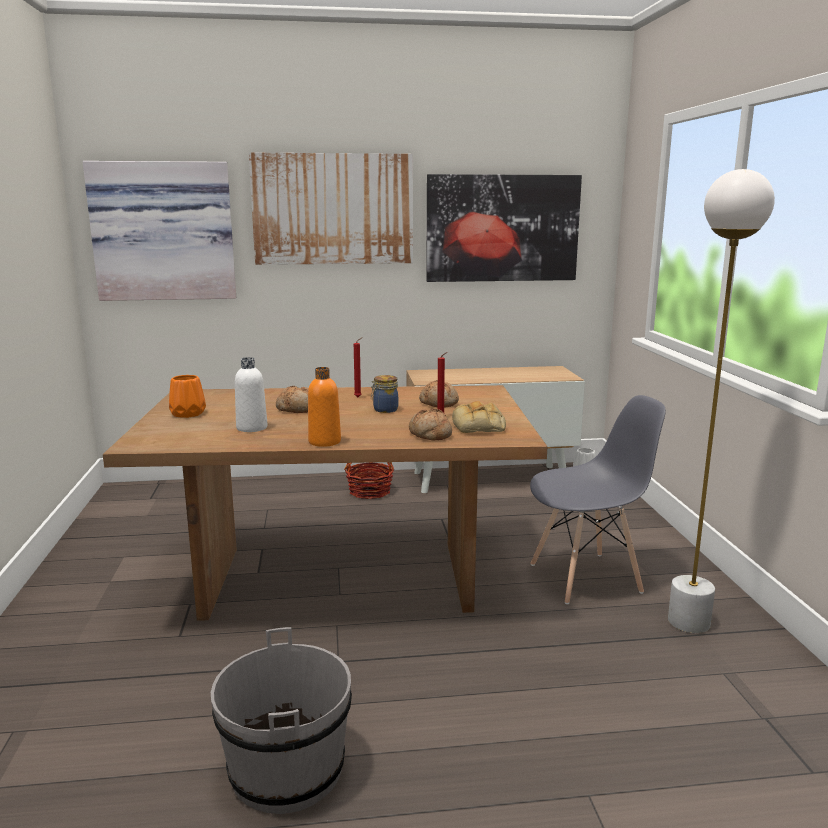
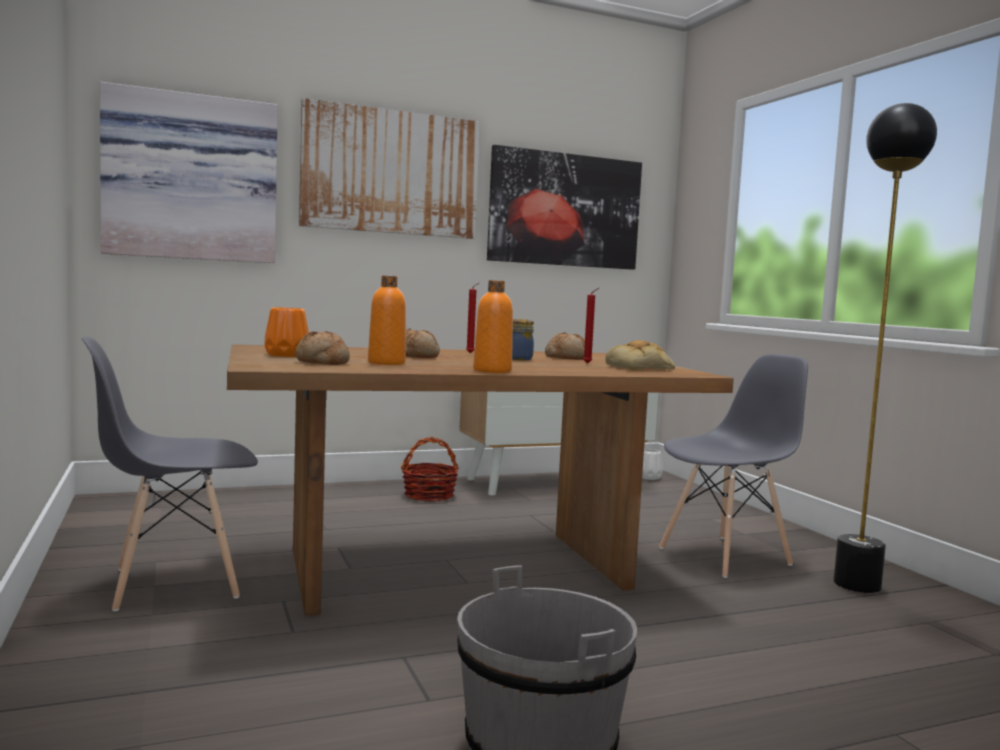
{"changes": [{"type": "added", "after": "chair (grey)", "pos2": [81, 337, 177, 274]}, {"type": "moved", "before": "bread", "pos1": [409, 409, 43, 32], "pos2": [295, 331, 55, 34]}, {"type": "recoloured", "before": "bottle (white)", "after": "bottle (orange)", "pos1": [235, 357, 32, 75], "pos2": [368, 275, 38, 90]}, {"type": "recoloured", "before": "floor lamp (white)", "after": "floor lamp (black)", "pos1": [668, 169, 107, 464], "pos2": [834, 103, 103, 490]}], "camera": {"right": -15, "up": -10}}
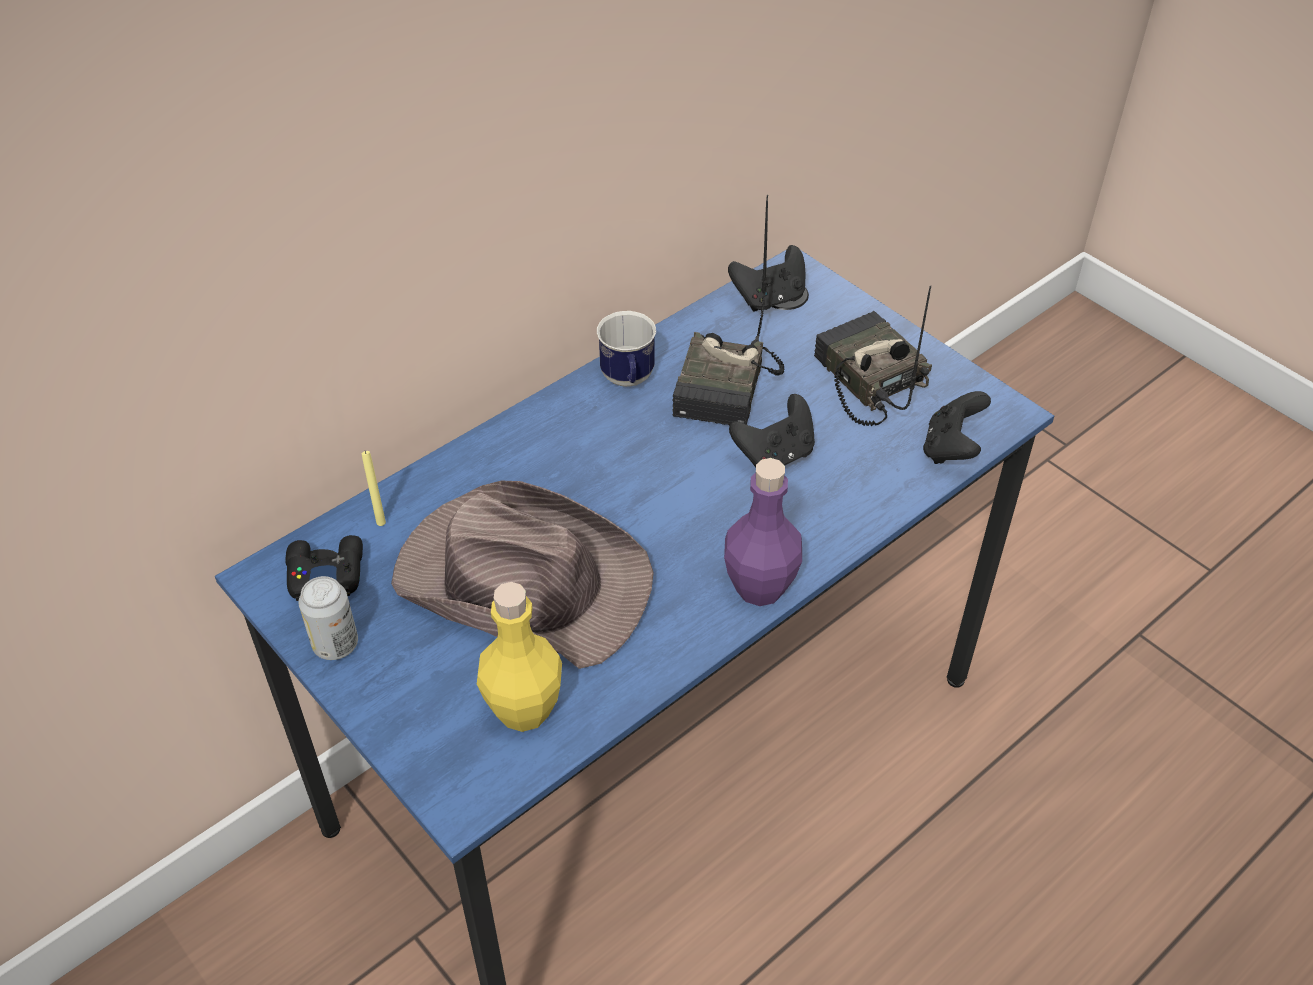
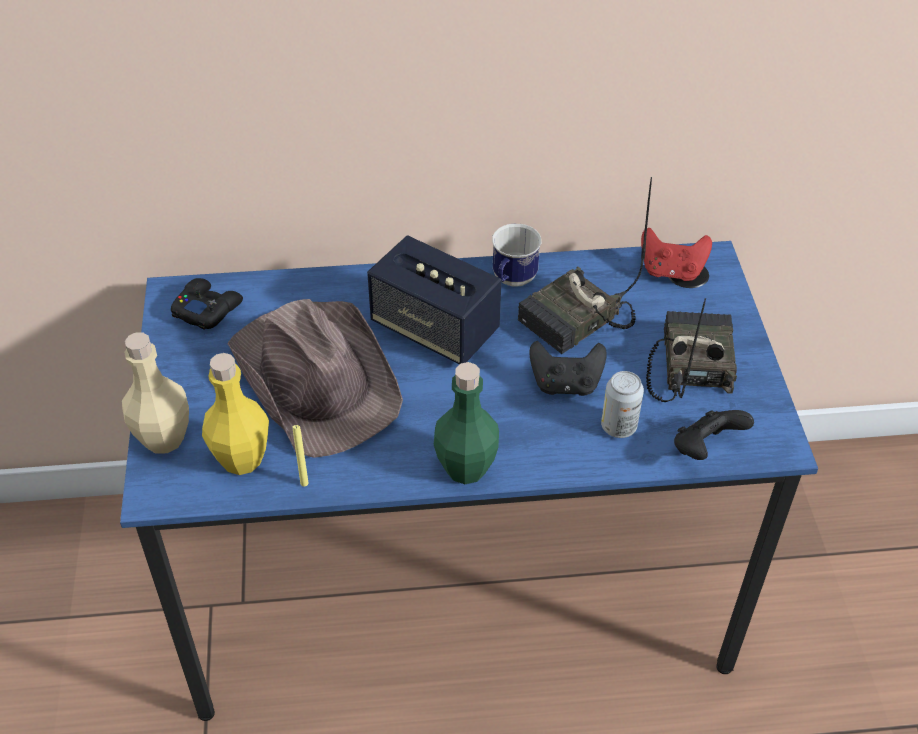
{"changes": [{"type": "added", "after": "bottle (beige)", "pos2": [122, 332, 67, 121]}, {"type": "moved", "before": "candle (yellow)", "pos1": [362, 451, 24, 75], "pos2": [293, 425, 16, 62]}, {"type": "added", "after": "speaker", "pos2": [367, 235, 134, 130]}, {"type": "recoloured", "before": "bottle (purple)", "after": "bottle (green)", "pos1": [724, 458, 78, 148], "pos2": [434, 362, 65, 122]}, {"type": "moved", "before": "can", "pos1": [299, 576, 59, 84], "pos2": [601, 371, 43, 67]}, {"type": "recoloured", "before": "game controller (black)", "after": "game controller (red)", "pos1": [728, 245, 77, 66], "pos2": [641, 228, 71, 53]}], "camera": {"right": 35, "up": 0}}
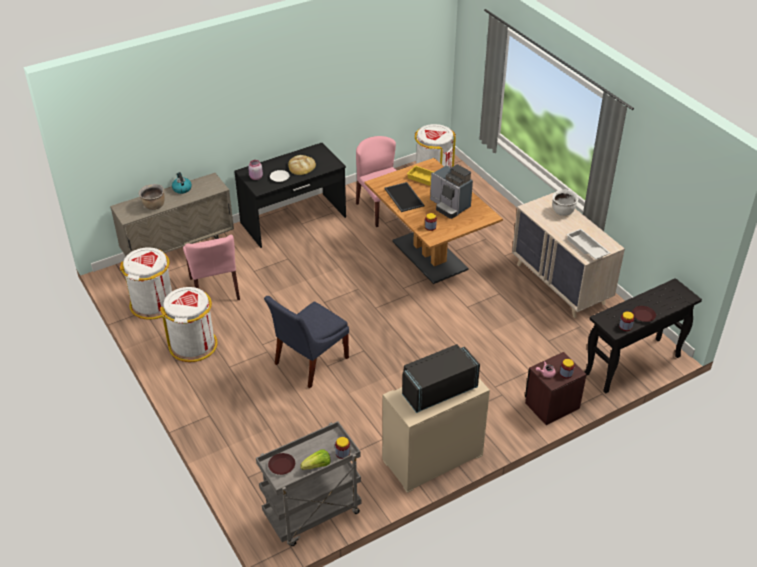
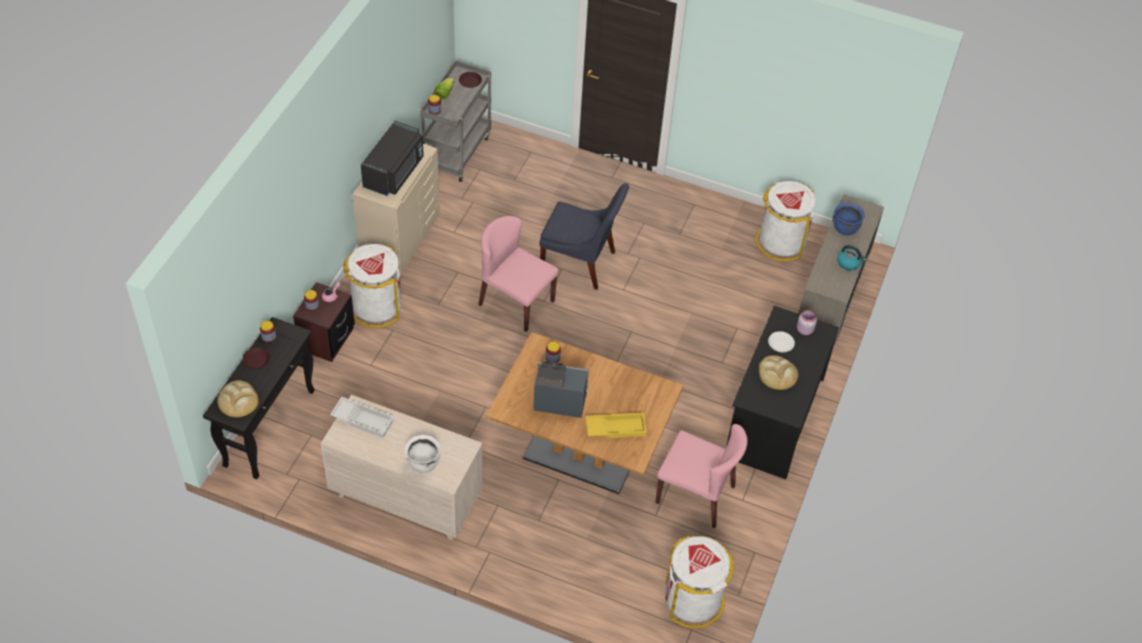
{"changes": [{"type": "added", "after": "bread", "pos2": [217, 380, 42, 37]}, {"type": "moved", "before": "trash can (white)", "pos1": [160, 287, 58, 75], "pos2": [343, 244, 59, 84]}, {"type": "moved", "before": "chair (pink)", "pos1": [183, 235, 57, 65], "pos2": [478, 216, 81, 116]}, {"type": "turned", "before": "chair (blue)", "pos1": [264, 296, 85, 92], "pos2": [540, 183, 89, 107], "turn": 105}, {"type": "recoloured", "before": "cooking pot (brown)", "after": "cooking pot (blue)", "pos1": [139, 184, 26, 26], "pos2": [833, 202, 32, 33]}, {"type": "removed", "before": "tray", "pos1": [384, 182, 40, 30]}], "camera": {"right": 140, "up": 10}}
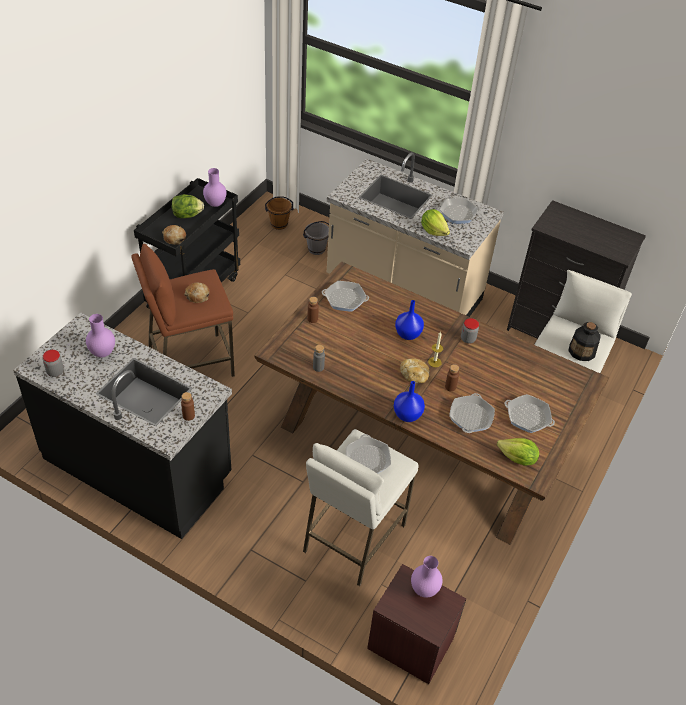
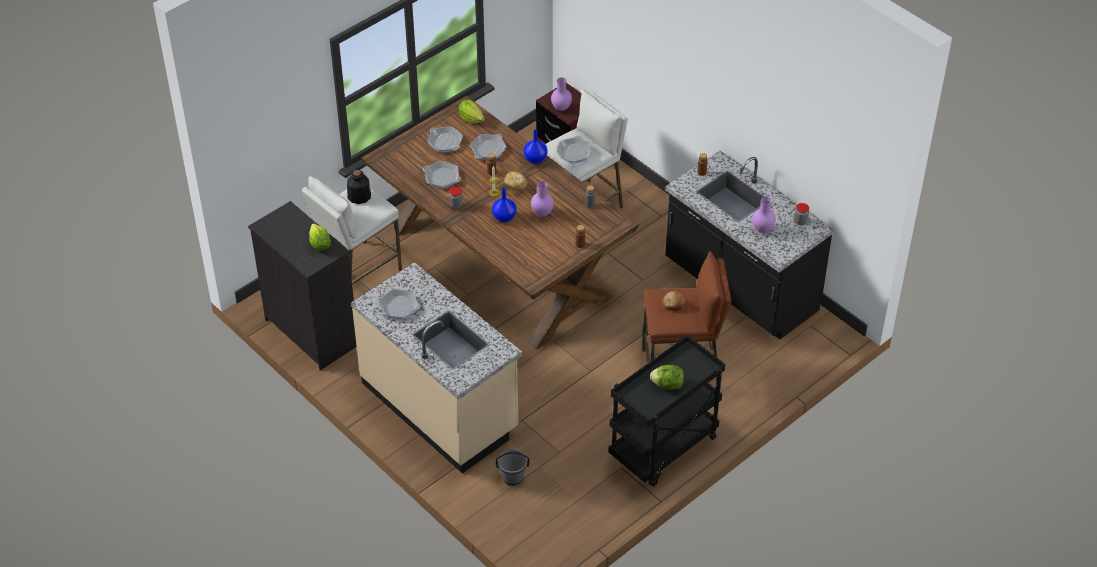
{"changes": [{"type": "moved", "before": "lettuce", "pos1": [421, 209, 29, 27], "pos2": [309, 224, 22, 27]}, {"type": "moved", "before": "frying pan", "pos1": [322, 281, 47, 31], "pos2": [423, 161, 38, 28]}, {"type": "moved", "before": "vase (purple)", "pos1": [203, 168, 23, 39], "pos2": [531, 181, 23, 36]}, {"type": "removed", "before": "bread", "pos1": [162, 225, 24, 20]}, {"type": "removed", "before": "bucket (brown)", "pos1": [265, 196, 28, 34]}], "camera": {"right": -160, "up": 0}}
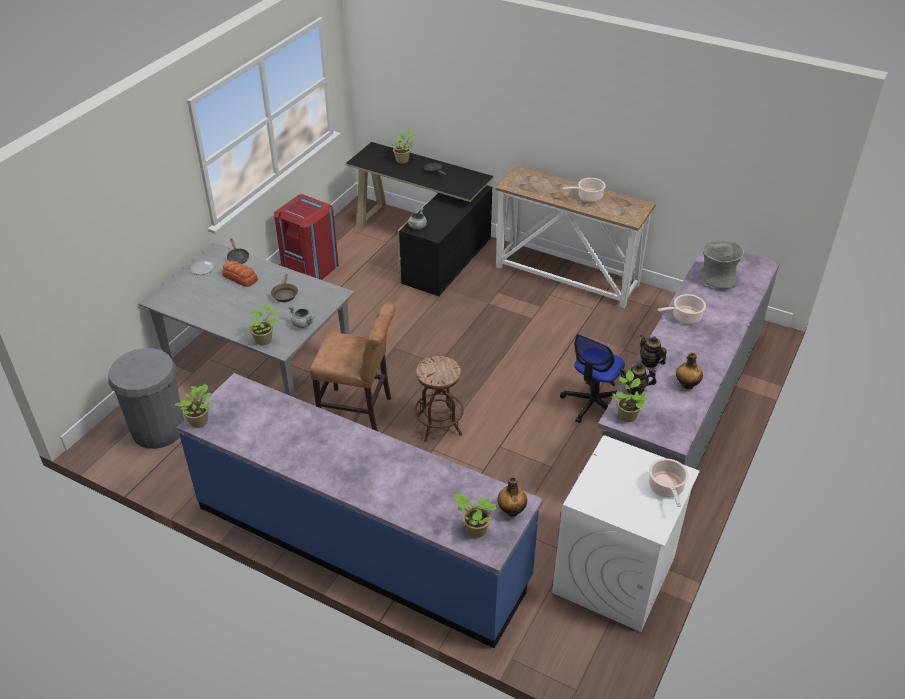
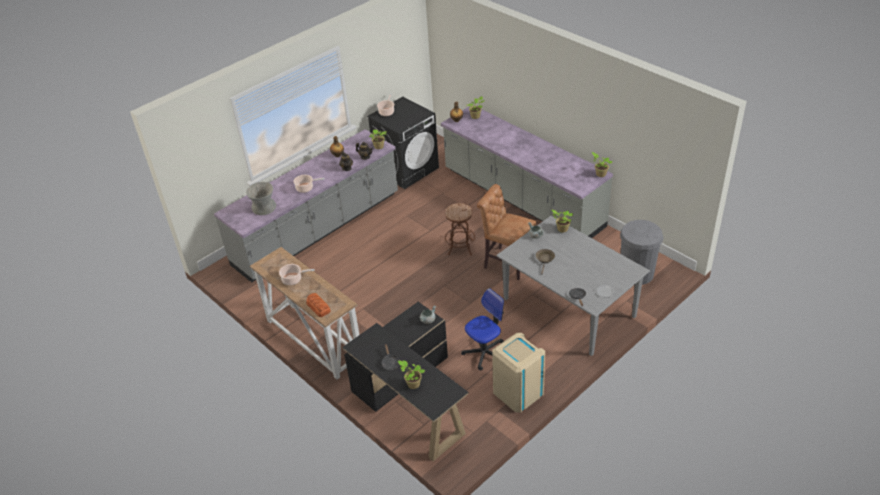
{"changes": [{"type": "moved", "before": "bread", "pos1": [222, 261, 36, 26], "pos2": [307, 293, 24, 24]}, {"type": "recoloured", "before": "washing machine (white)", "after": "washing machine (black)", "pos1": [552, 435, 148, 197], "pos2": [367, 97, 72, 92]}, {"type": "recoloured", "before": "counter (blue)", "after": "counter (grey)", "pos1": [177, 373, 366, 276], "pos2": [441, 105, 172, 133]}, {"type": "moved", "before": "office chair", "pos1": [560, 334, 65, 90], "pos2": [461, 288, 43, 83]}, {"type": "recoloured", "before": "trash can (red)", "after": "trash can (beige)", "pos1": [274, 194, 65, 86], "pos2": [492, 333, 53, 79]}], "camera": {"right": -160, "up": 0}}
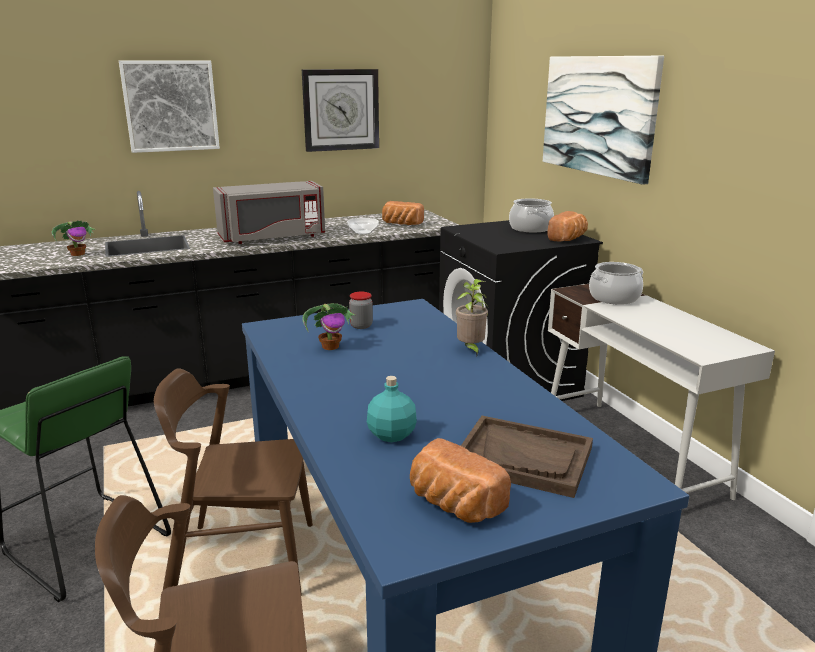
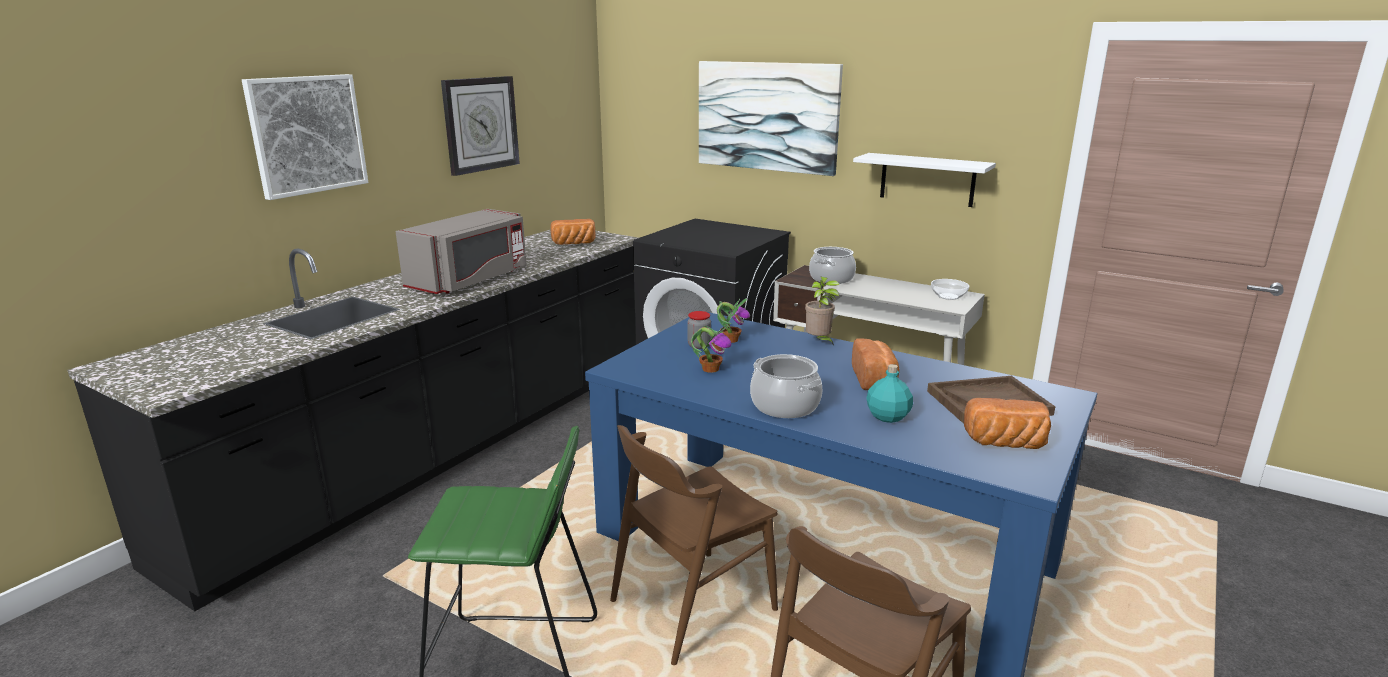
{"changes": [{"type": "moved", "before": "potted plant", "pos1": [51, 221, 44, 35], "pos2": [717, 299, 33, 44]}, {"type": "moved", "before": "cooking pot", "pos1": [509, 198, 45, 35], "pos2": [750, 354, 72, 64]}, {"type": "moved", "before": "bread", "pos1": [548, 211, 40, 31], "pos2": [852, 339, 48, 51]}, {"type": "added", "after": "shelf (white)", "pos2": [853, 153, 143, 54]}, {"type": "moved", "before": "bowl", "pos1": [347, 218, 32, 16], "pos2": [931, 279, 38, 21]}], "camera": {"right": -35, "up": 0}}
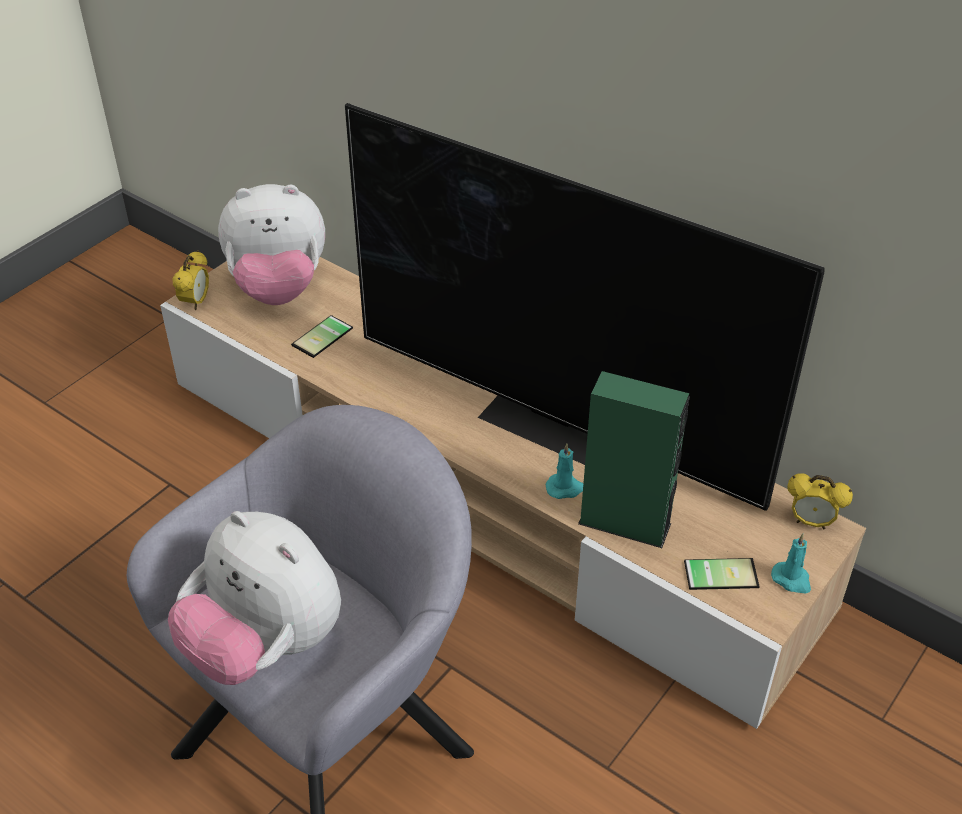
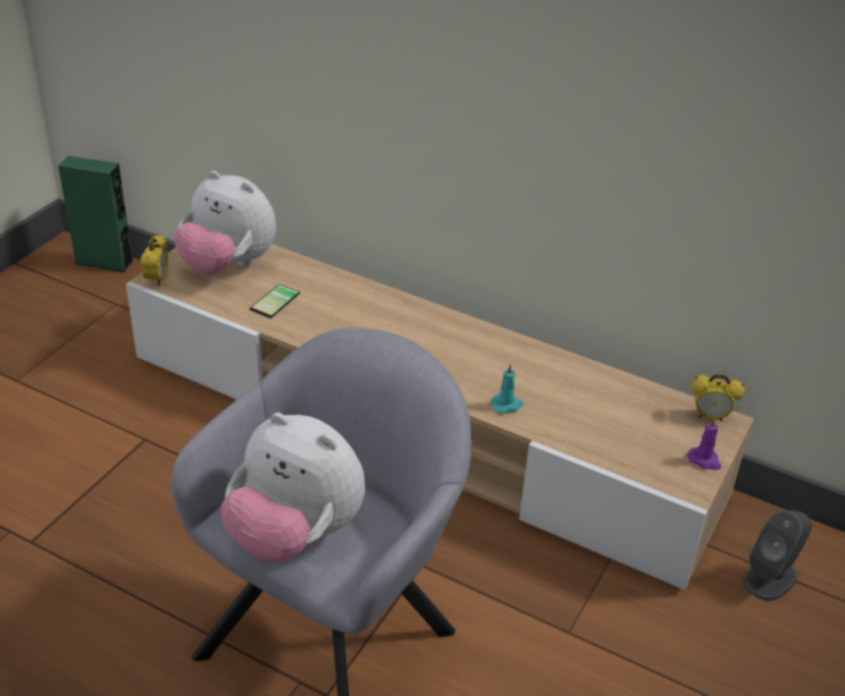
{"changes": [{"type": "moved", "before": "speaker (green)", "pos1": [578, 371, 112, 177], "pos2": [58, 156, 76, 117]}, {"type": "turned", "before": "plush toy", "pos1": [218, 184, 107, 121], "pos2": [174, 171, 102, 104], "turn": 45}, {"type": "recoloured", "before": "candle (turquoise)", "after": "candle (purple)", "pos1": [771, 534, 40, 59], "pos2": [688, 418, 33, 52]}, {"type": "added", "after": "speaker (grey)", "pos2": [743, 511, 69, 90]}, {"type": "removed", "before": "television", "pos1": [345, 103, 480, 408]}, {"type": "removed", "before": "phone", "pos1": [684, 551, 76, 39]}], "camera": {"right": -10, "up": -5}}
